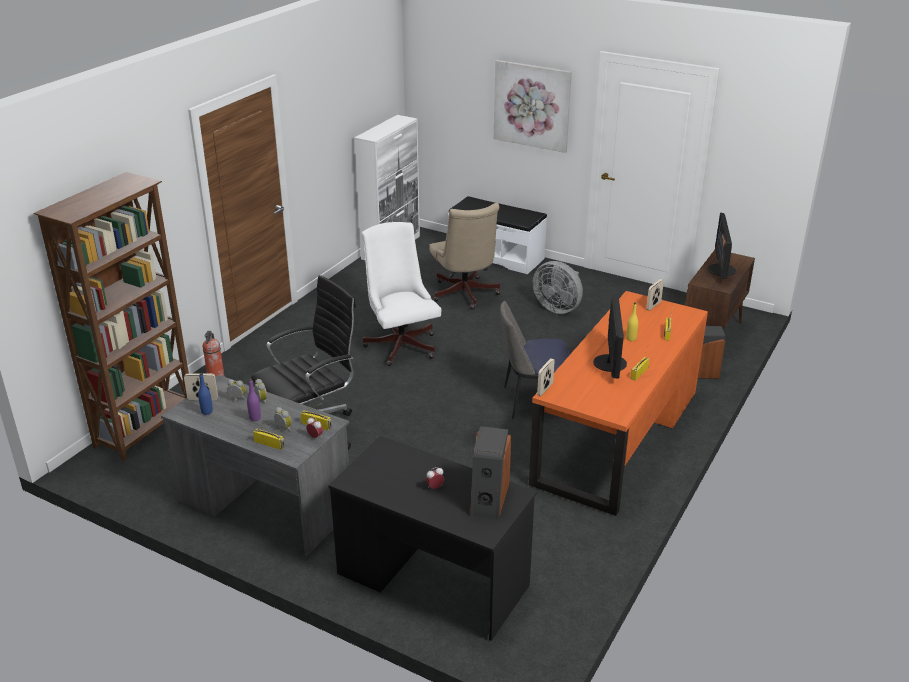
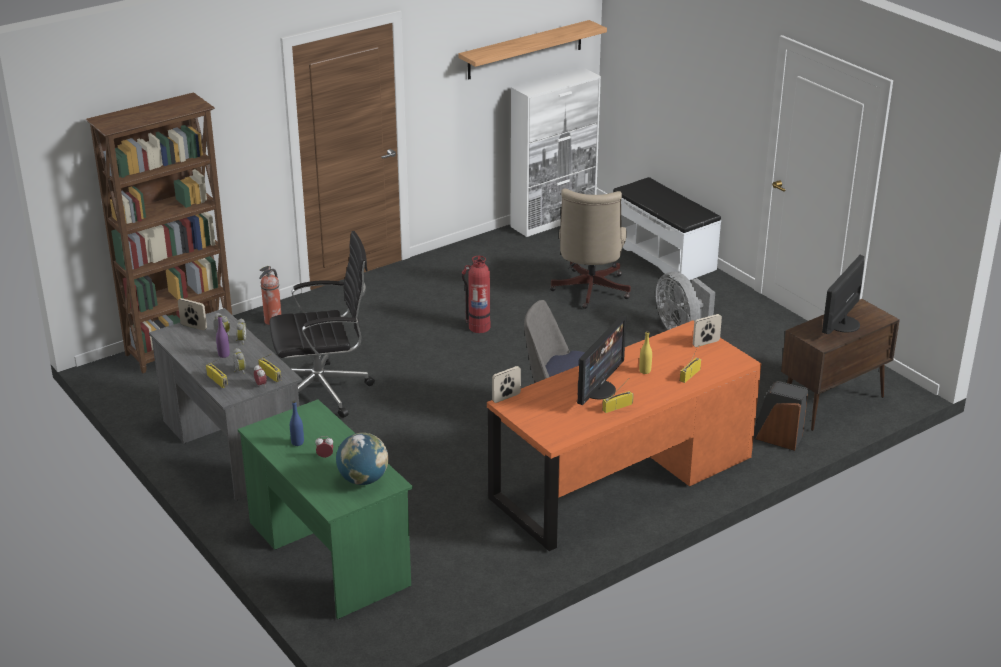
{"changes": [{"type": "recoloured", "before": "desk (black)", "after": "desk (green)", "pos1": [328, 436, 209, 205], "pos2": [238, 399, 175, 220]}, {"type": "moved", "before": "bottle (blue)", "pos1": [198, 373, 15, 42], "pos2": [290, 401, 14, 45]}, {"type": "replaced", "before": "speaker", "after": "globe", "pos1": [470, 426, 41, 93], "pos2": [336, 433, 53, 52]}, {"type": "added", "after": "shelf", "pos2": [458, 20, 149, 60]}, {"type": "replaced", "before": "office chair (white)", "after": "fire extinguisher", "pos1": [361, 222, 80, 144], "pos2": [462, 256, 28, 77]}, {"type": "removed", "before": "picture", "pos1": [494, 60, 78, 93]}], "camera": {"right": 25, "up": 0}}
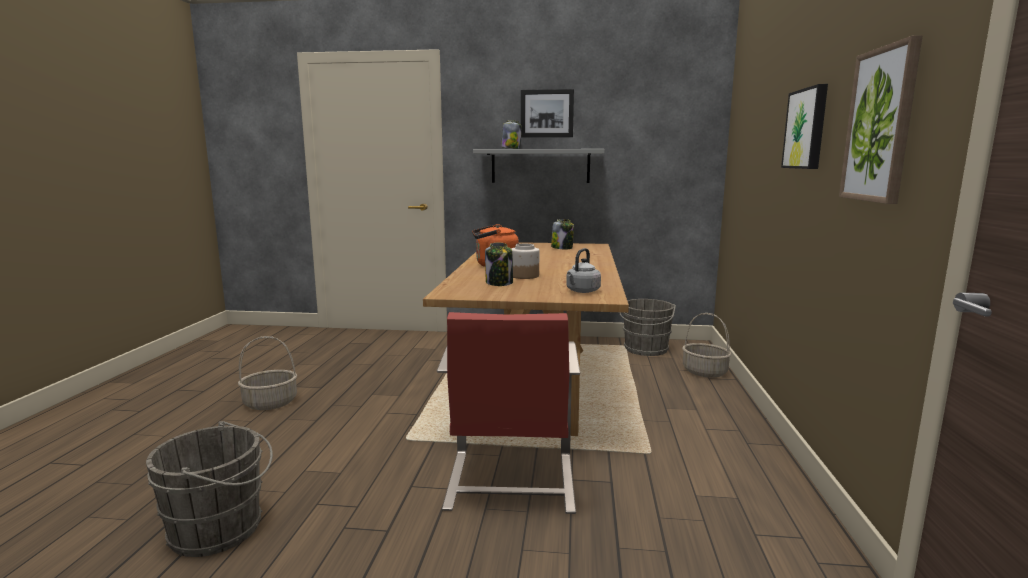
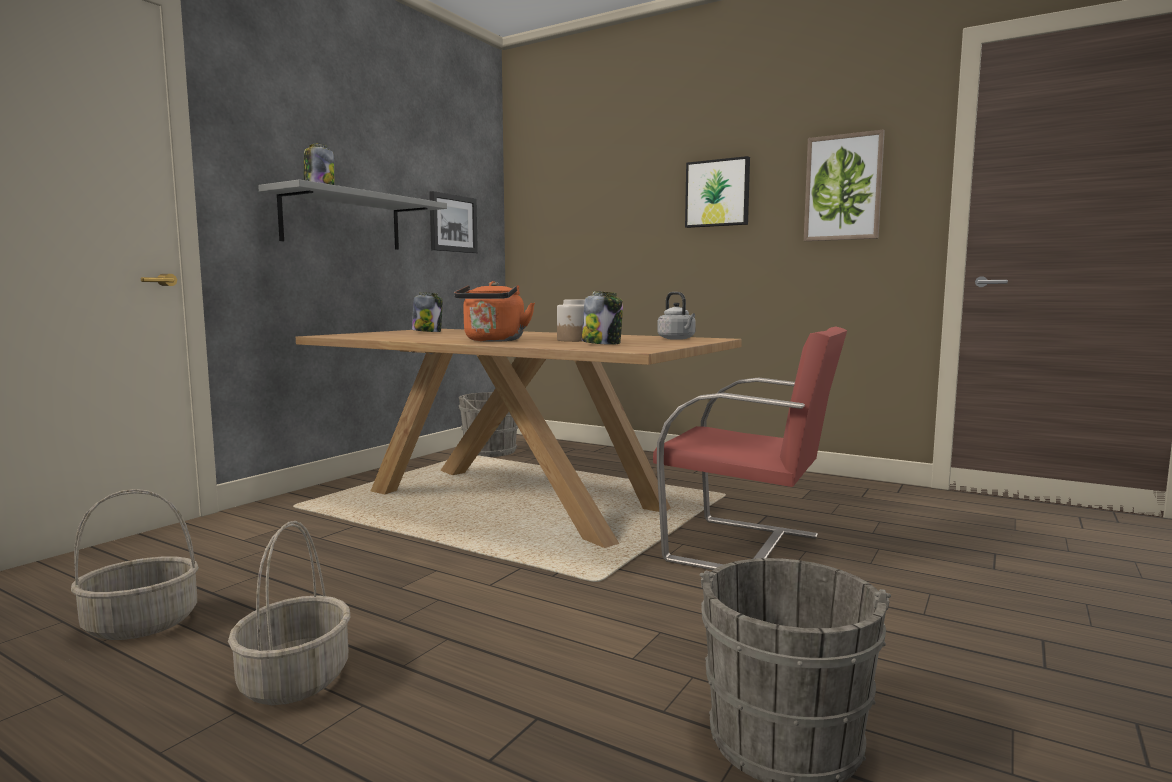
{"changes": [{"type": "moved", "before": "basket", "pos1": [682, 313, 49, 65], "pos2": [71, 489, 128, 151]}, {"type": "moved", "before": "picture", "pos1": [521, 89, 53, 49], "pos2": [429, 191, 49, 62]}], "camera": {"right": -65, "up": -5}}
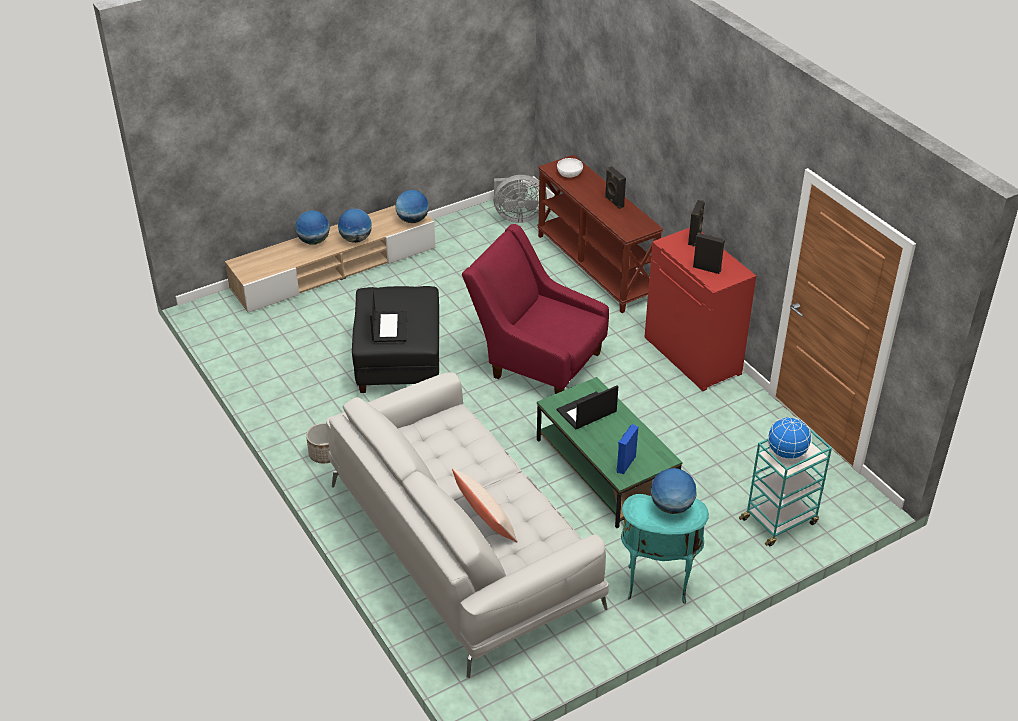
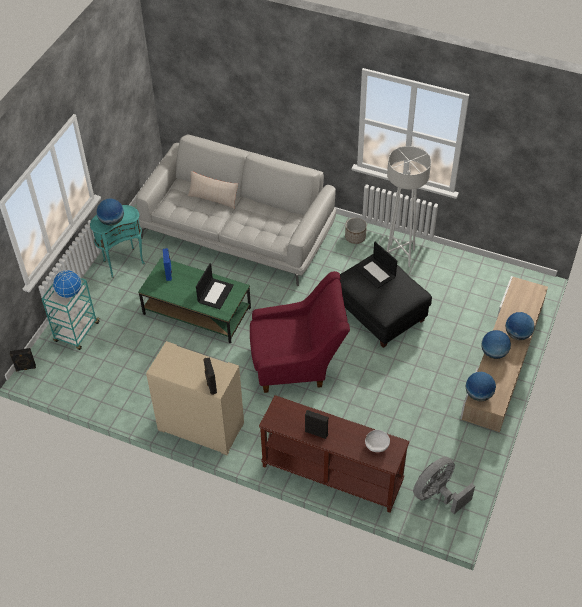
{"changes": [{"type": "moved", "before": "speaker (black)", "pos1": [693, 232, 32, 42], "pos2": [10, 348, 26, 23]}, {"type": "recoloured", "before": "cabinet (red)", "after": "cabinet (beige)", "pos1": [645, 228, 111, 163], "pos2": [146, 341, 98, 114]}, {"type": "added", "after": "floor lamp (white)", "pos2": [387, 146, 44, 121]}], "camera": {"right": 145, "up": 10}}
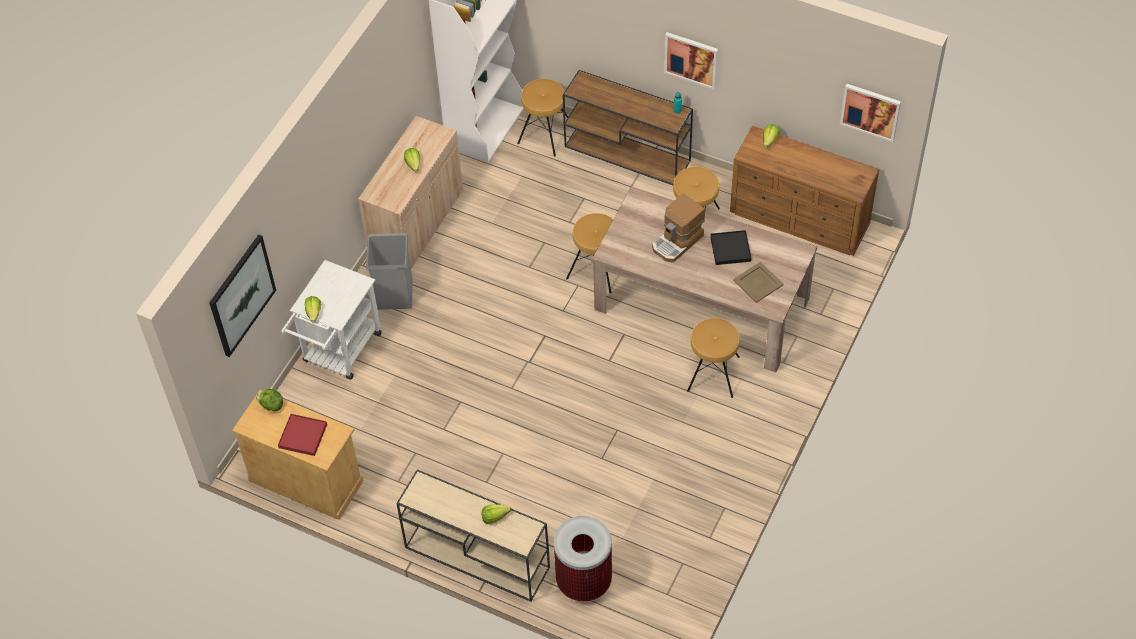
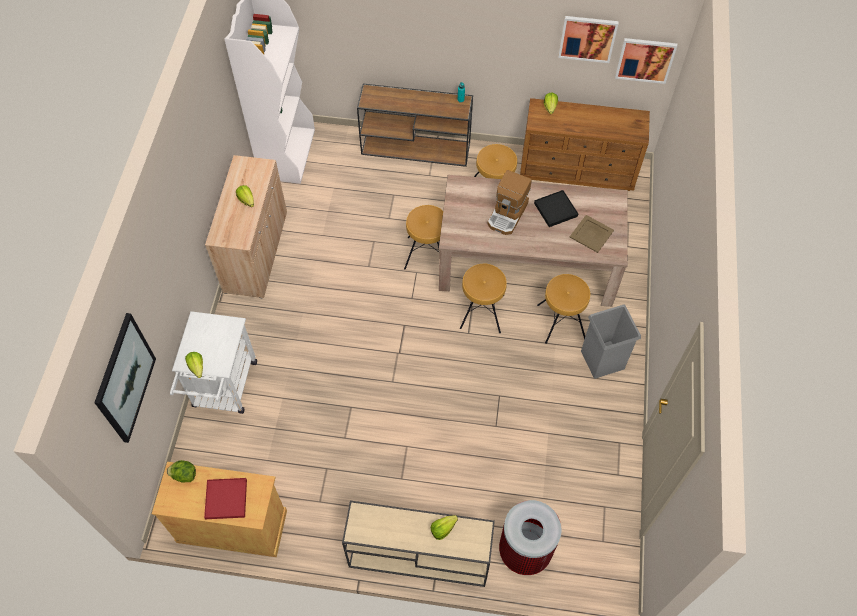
{"changes": [{"type": "moved", "before": "stool (brown)", "pos1": [517, 79, 51, 78], "pos2": [460, 264, 47, 69]}, {"type": "moved", "before": "picture", "pos1": [664, 32, 54, 57], "pos2": [558, 16, 61, 47]}, {"type": "moved", "before": "trash can (grey)", "pos1": [366, 233, 47, 77], "pos2": [581, 304, 60, 75]}], "camera": {"right": -20, "up": 5}}
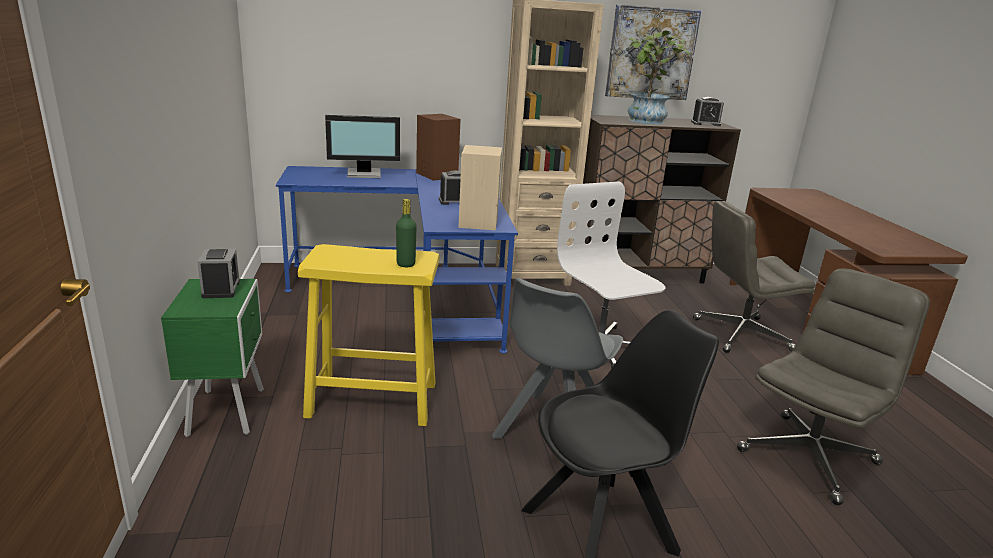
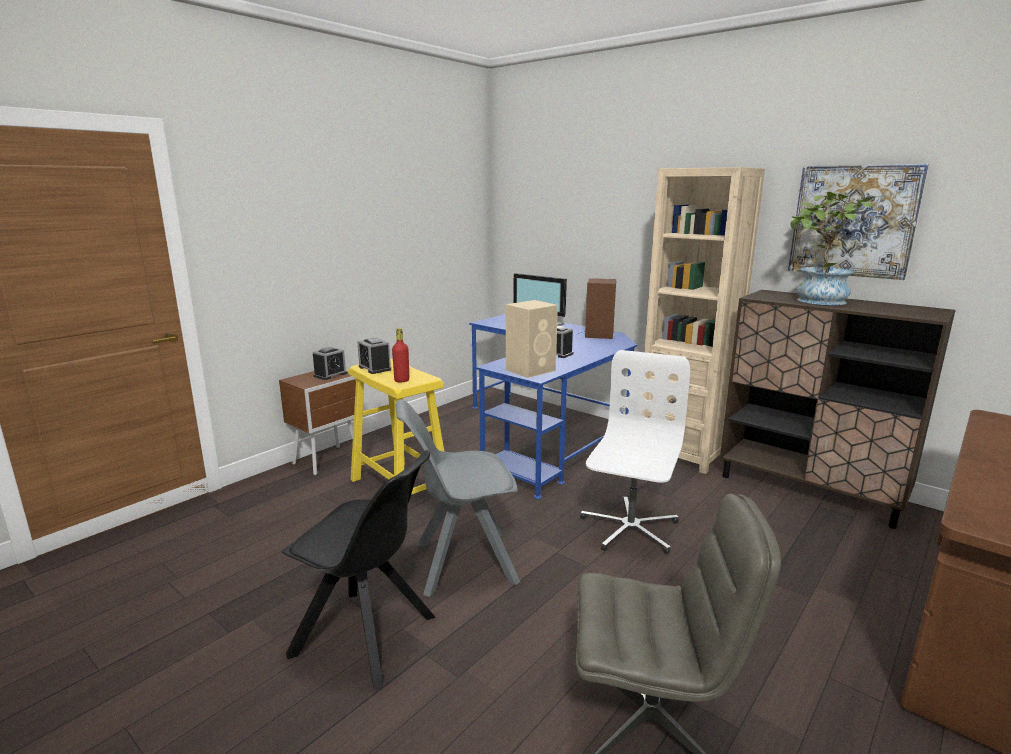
{"changes": [{"type": "recoloured", "before": "nightstand (green)", "after": "nightstand (brown)", "pos1": [161, 279, 103, 158], "pos2": [279, 371, 77, 104]}, {"type": "moved", "before": "alarm clock", "pos1": [691, 97, 33, 29], "pos2": [357, 338, 34, 36]}, {"type": "recoloured", "before": "bottle (green)", "after": "bottle (red)", "pos1": [396, 199, 21, 68], "pos2": [392, 328, 17, 55]}, {"type": "removed", "before": "office chair (grey)", "pos1": [693, 201, 122, 152]}], "camera": {"right": 50, "up": -5}}
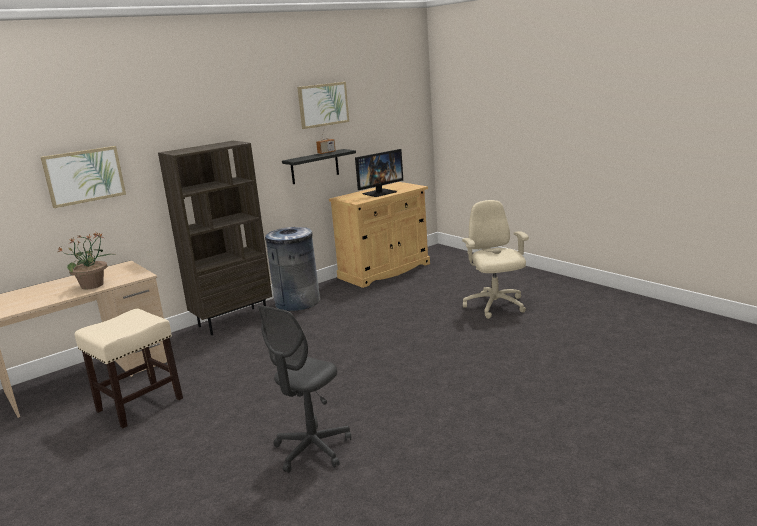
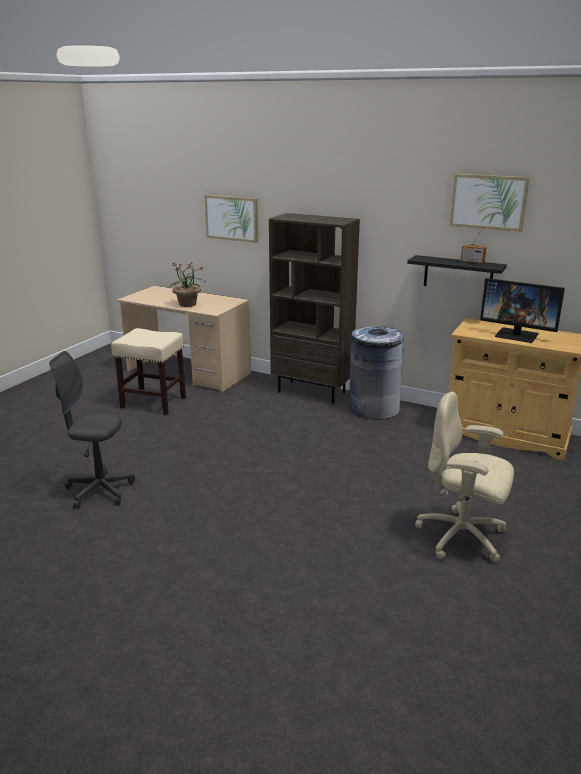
{"changes": [{"type": "turned", "before": "office chair (beige)", "pos1": [462, 200, 67, 119], "pos2": [415, 392, 99, 170], "turn": -120}], "camera": {"right": 65, "up": 5}}
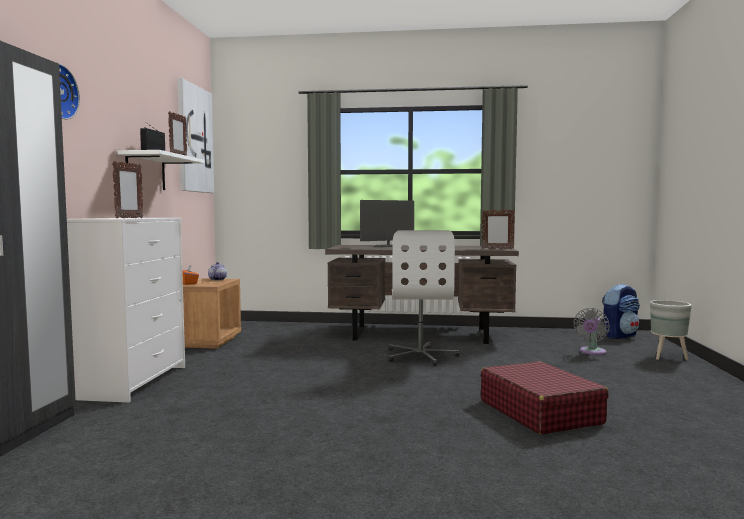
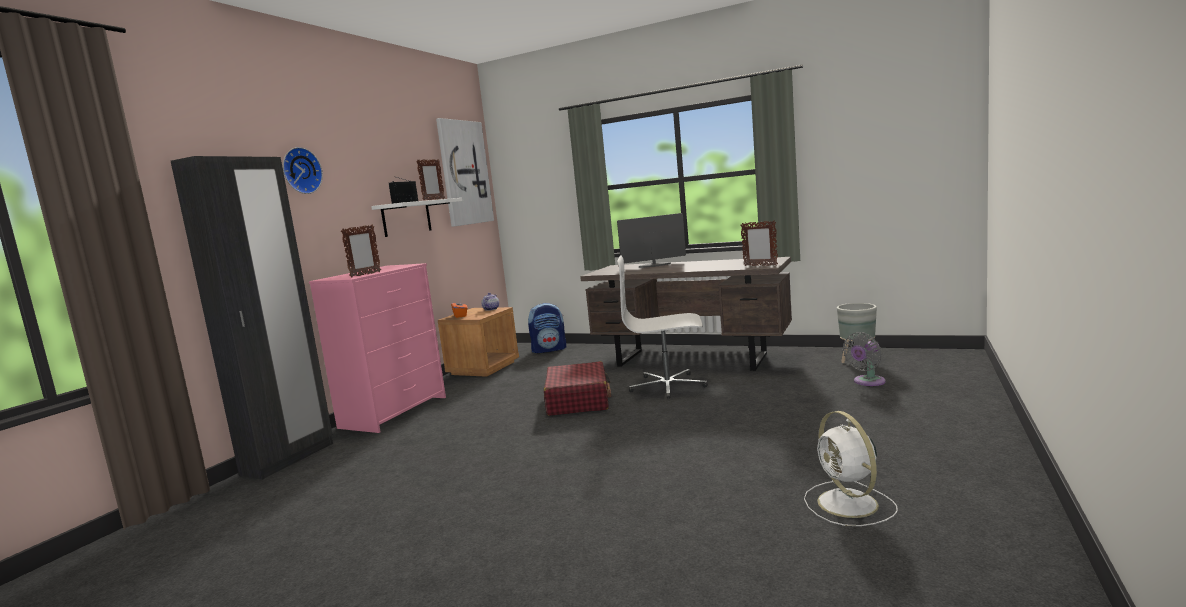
{"changes": [{"type": "recoloured", "before": "dresser (white)", "after": "dresser (pink)", "pos1": [67, 218, 118, 185], "pos2": [309, 263, 137, 170]}, {"type": "moved", "before": "backpack", "pos1": [602, 284, 38, 55], "pos2": [528, 303, 38, 50]}, {"type": "moved", "before": "suitcase (red)", "pos1": [481, 361, 128, 74], "pos2": [544, 361, 67, 55]}, {"type": "turned", "before": "office chair (white)", "pos1": [389, 230, 70, 136], "pos2": [617, 256, 91, 143], "turn": 75}, {"type": "added", "after": "fan (white)", "pos2": [804, 411, 94, 115]}, {"type": "moved", "before": "planter (grey)", "pos1": [650, 300, 42, 60], "pos2": [837, 303, 40, 60]}], "camera": {"right": 20, "up": 5}}
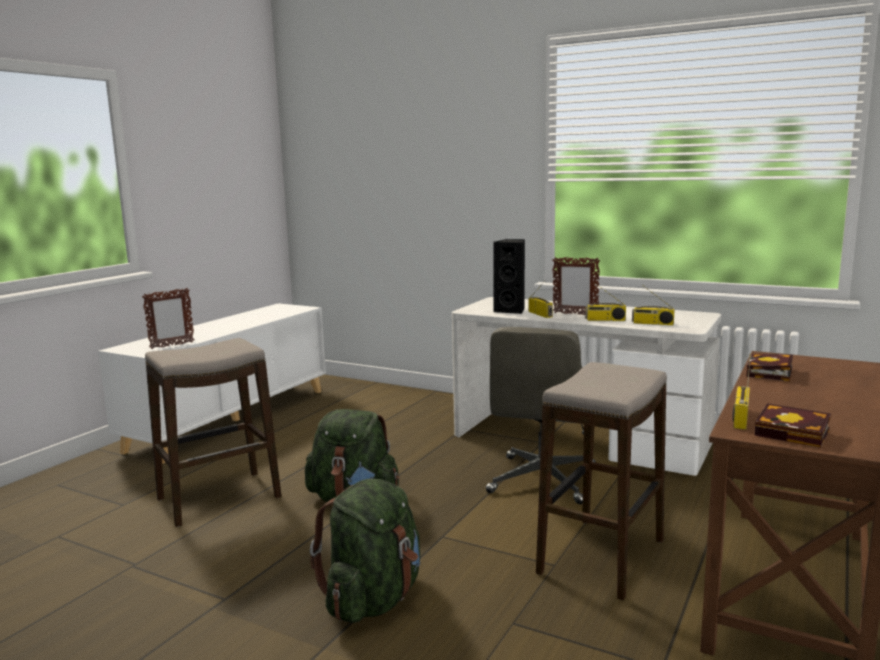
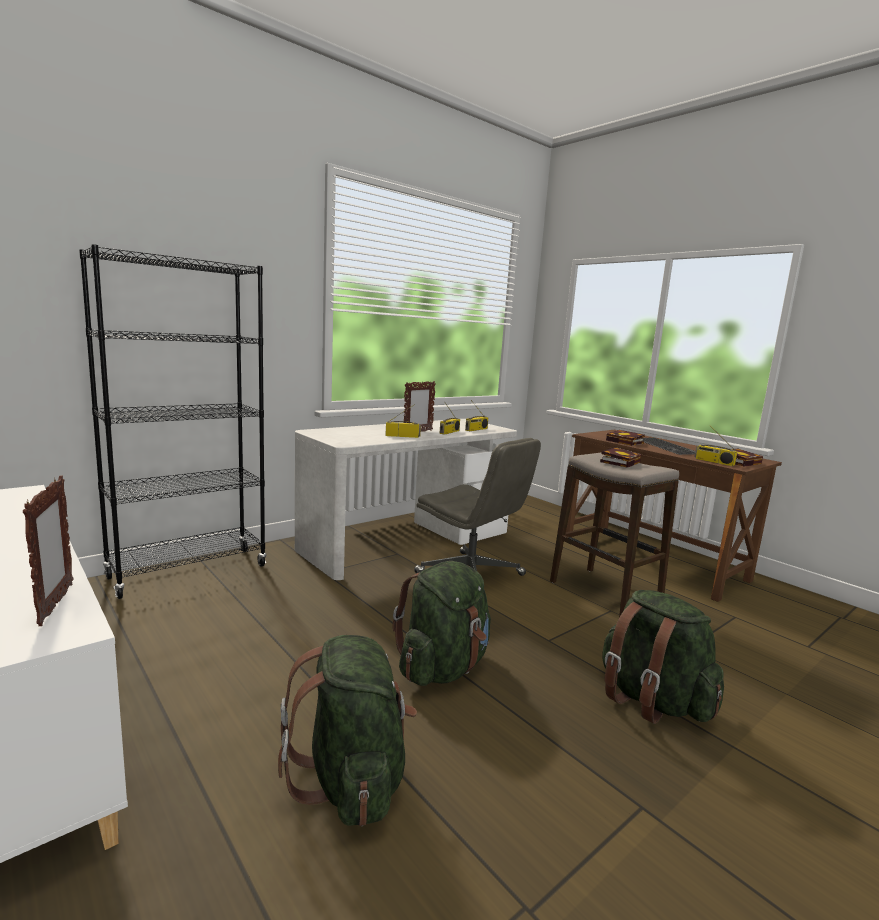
{"changes": [{"type": "added", "after": "bookcase (black)", "pos2": [79, 244, 188, 355]}, {"type": "replaced", "before": "stool", "after": "backpack (green)", "pos1": [145, 338, 137, 189], "pos2": [278, 635, 139, 191]}, {"type": "added", "after": "book", "pos2": [600, 447, 41, 21]}, {"type": "added", "after": "keyboard", "pos2": [642, 437, 54, 18]}, {"type": "removed", "before": "speaker (black)", "pos1": [494, 239, 31, 75]}], "camera": {"right": -70, "up": 0}}
